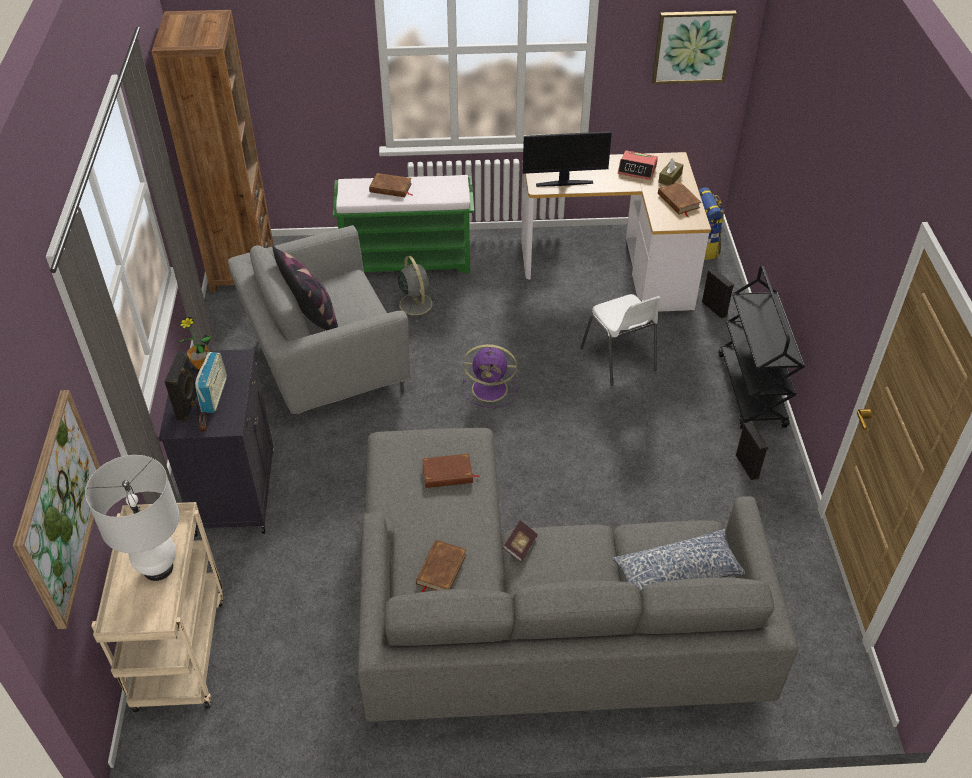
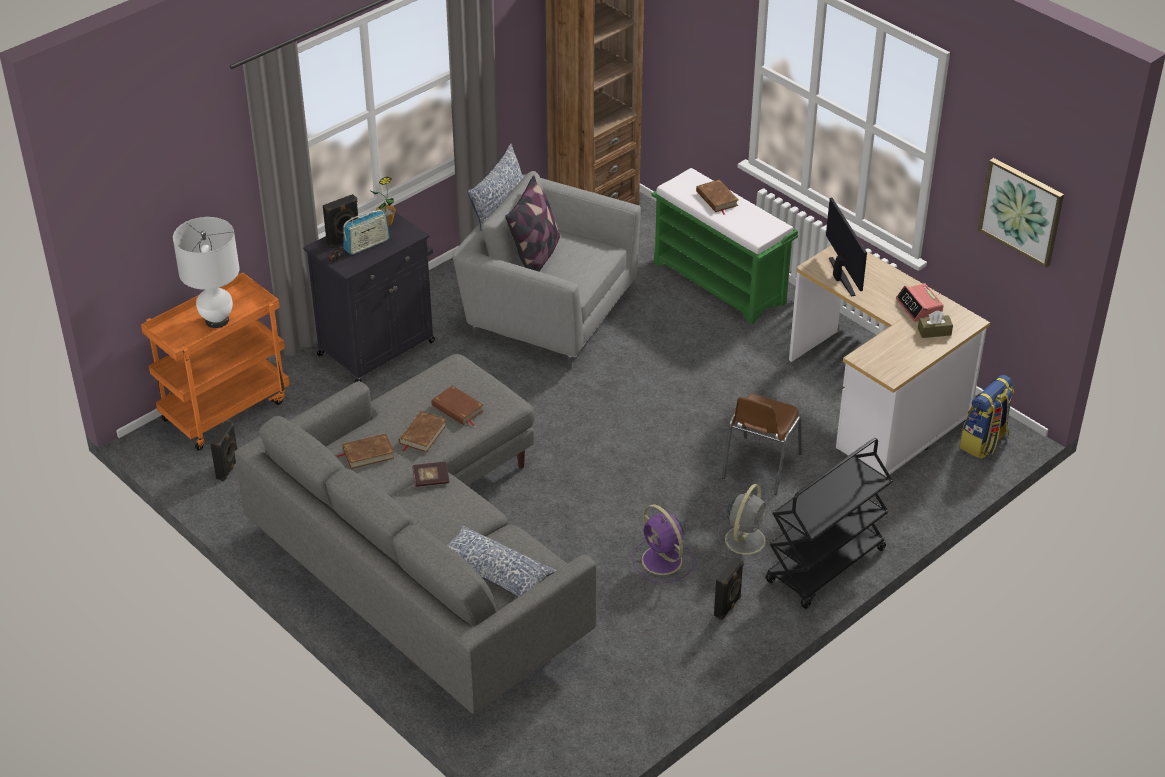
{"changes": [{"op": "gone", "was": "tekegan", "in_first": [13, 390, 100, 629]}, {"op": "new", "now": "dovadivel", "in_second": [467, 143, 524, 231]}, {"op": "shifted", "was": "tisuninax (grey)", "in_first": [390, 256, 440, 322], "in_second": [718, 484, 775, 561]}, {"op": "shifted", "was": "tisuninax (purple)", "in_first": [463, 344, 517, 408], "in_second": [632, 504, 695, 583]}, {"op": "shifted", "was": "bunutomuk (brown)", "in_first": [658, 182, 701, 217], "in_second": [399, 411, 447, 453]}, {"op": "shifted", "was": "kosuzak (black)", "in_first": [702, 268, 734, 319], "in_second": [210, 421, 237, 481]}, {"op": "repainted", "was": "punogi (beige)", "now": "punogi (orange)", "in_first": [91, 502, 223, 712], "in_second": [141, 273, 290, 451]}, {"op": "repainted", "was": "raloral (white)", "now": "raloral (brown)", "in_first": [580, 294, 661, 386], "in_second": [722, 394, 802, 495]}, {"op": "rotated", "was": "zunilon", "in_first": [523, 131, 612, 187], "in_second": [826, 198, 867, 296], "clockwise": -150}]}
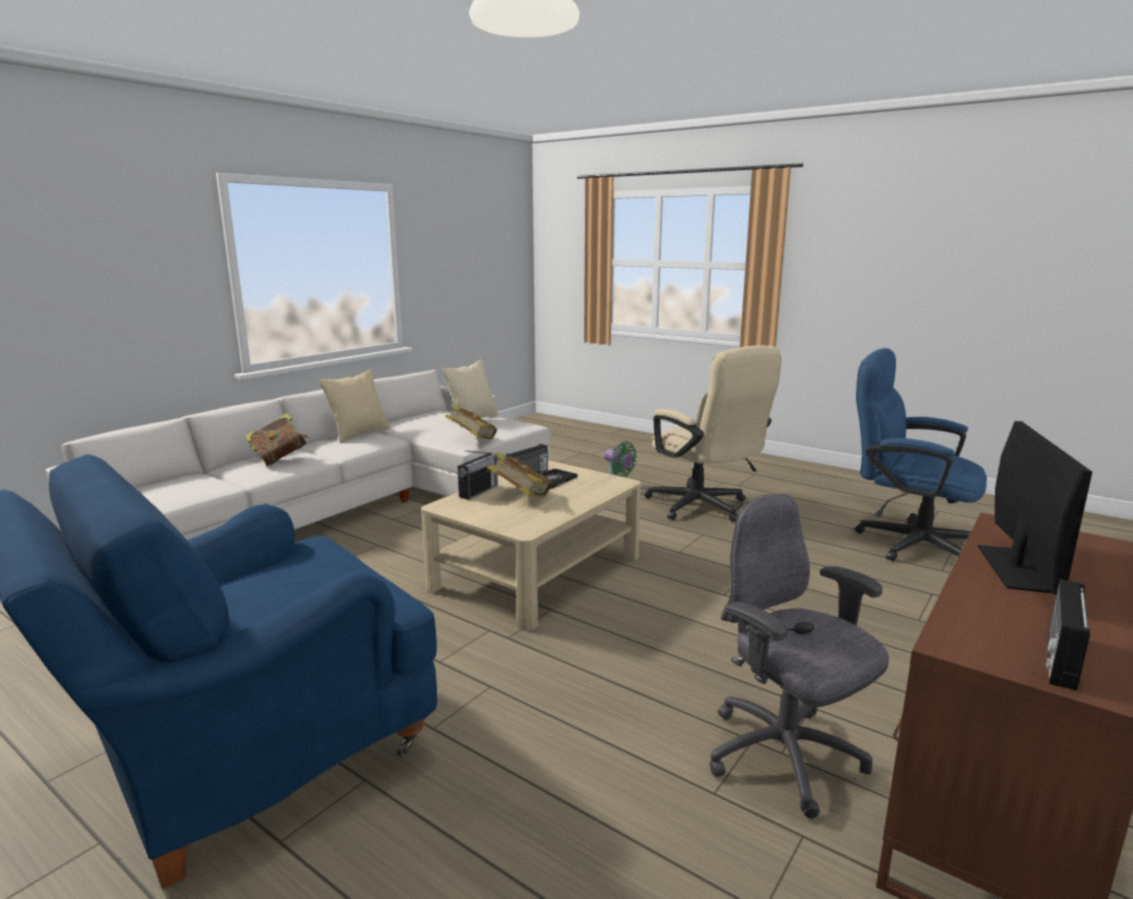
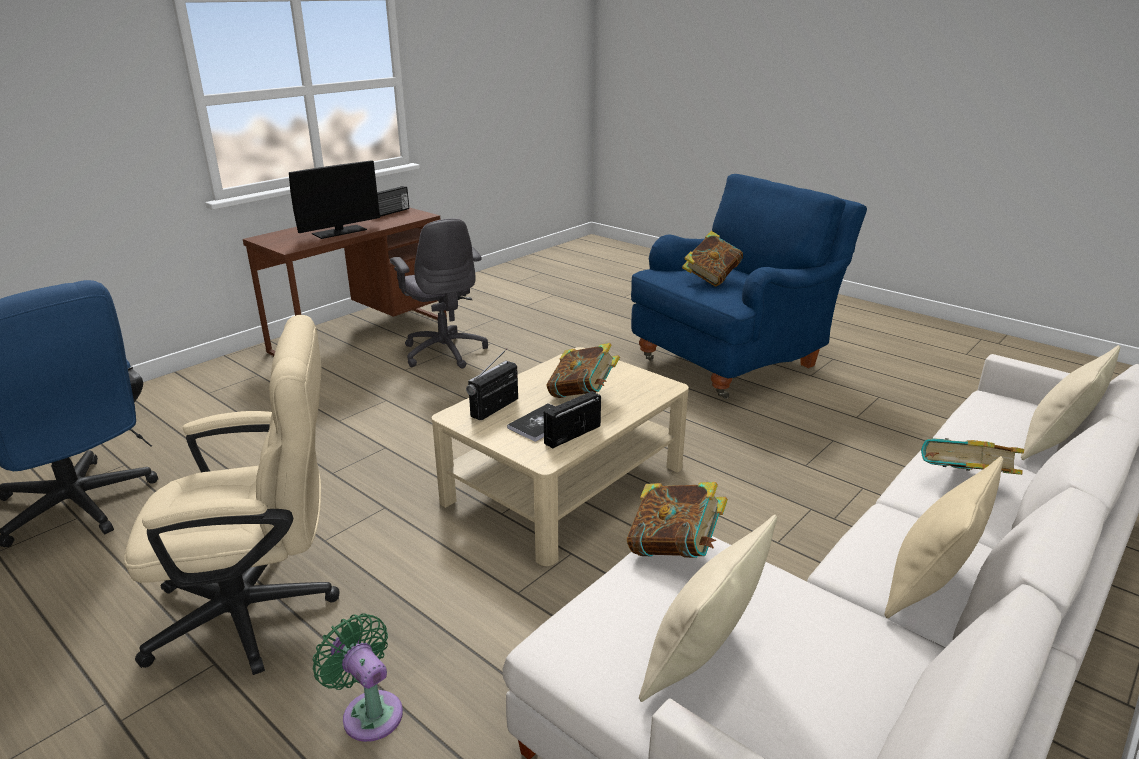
{"changes": [{"op": "new", "now": "bunutomuk", "in_second": [682, 231, 743, 286]}, {"op": "new", "now": "dovadivel (beige)", "in_second": [1021, 345, 1120, 460]}, {"op": "shifted", "was": "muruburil", "in_first": [458, 451, 499, 500], "in_second": [466, 348, 518, 420]}, {"op": "rotated", "was": "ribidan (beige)", "in_first": [644, 345, 781, 522], "in_second": [124, 315, 340, 675], "clockwise": 105}, {"op": "rotated", "was": "zunilon", "in_first": [977, 421, 1092, 595], "in_second": [289, 160, 380, 239], "clockwise": -150}]}
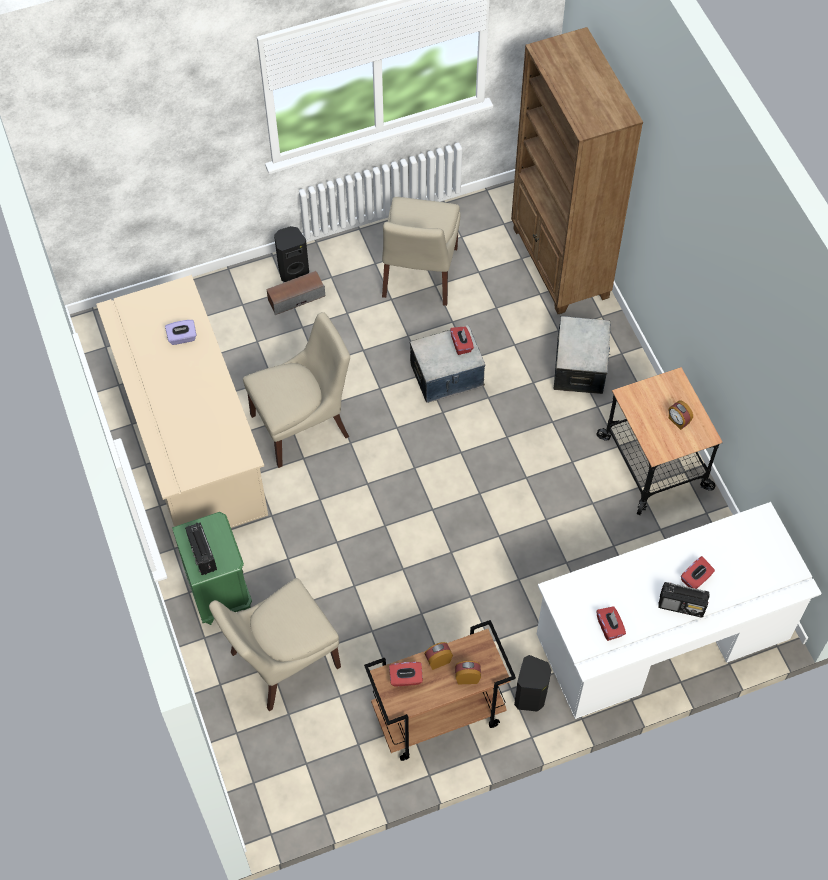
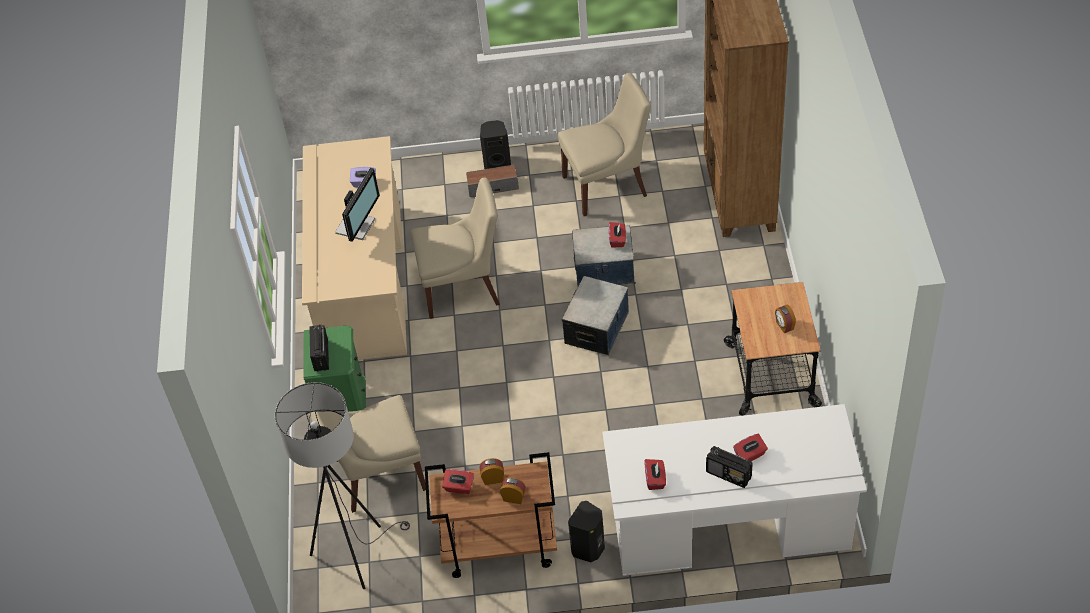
{"changes": [{"op": "new", "now": "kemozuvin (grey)", "in_second": [275, 382, 410, 589]}, {"op": "new", "now": "zunilon", "in_second": [335, 168, 380, 242]}, {"op": "shifted", "was": "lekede", "in_first": [553, 316, 611, 394], "in_second": [562, 276, 629, 355]}, {"op": "rotated", "was": "raloral (beige)", "in_first": [382, 197, 460, 306], "in_second": [558, 73, 651, 216], "clockwise": -135}]}
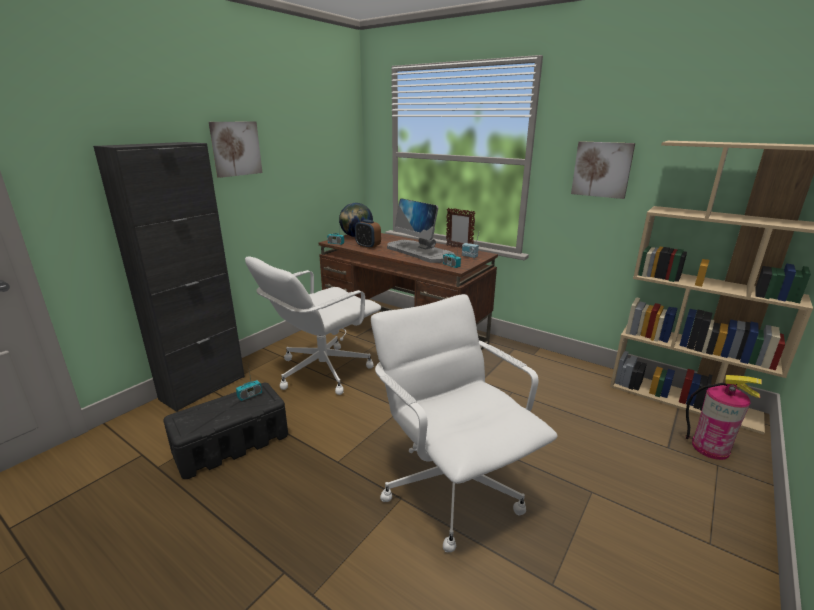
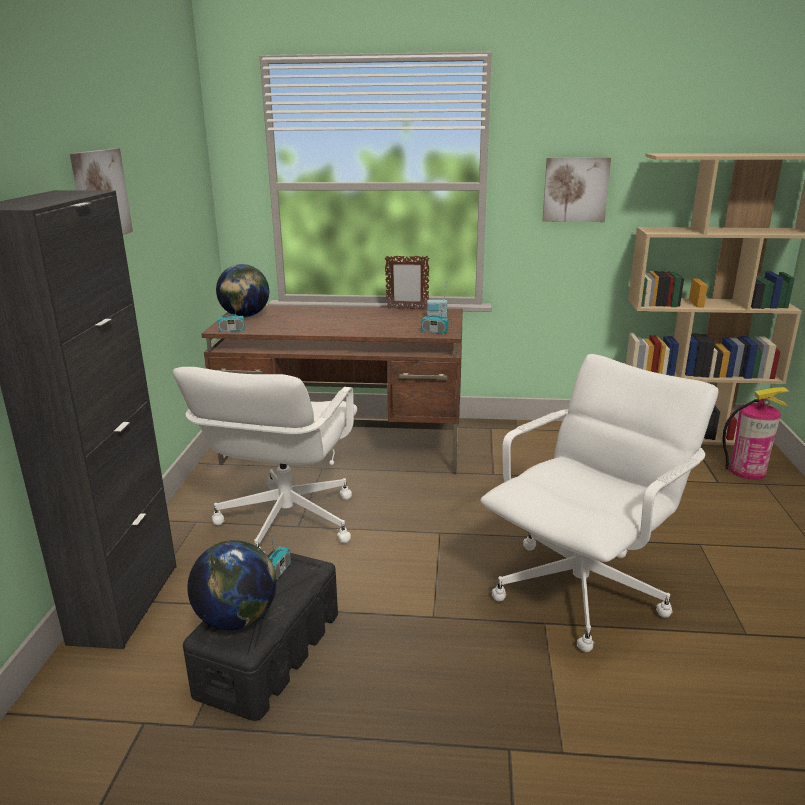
{"changes": [{"op": "gone", "was": "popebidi", "in_first": [355, 219, 381, 249]}, {"op": "gone", "was": "zunilon", "in_first": [387, 198, 455, 263]}, {"op": "new", "now": "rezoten", "in_second": [187, 540, 277, 630]}, {"op": "rotated", "was": "ribidan (white)", "in_first": [371, 294, 558, 553], "in_second": [480, 354, 718, 652], "clockwise": 105}]}
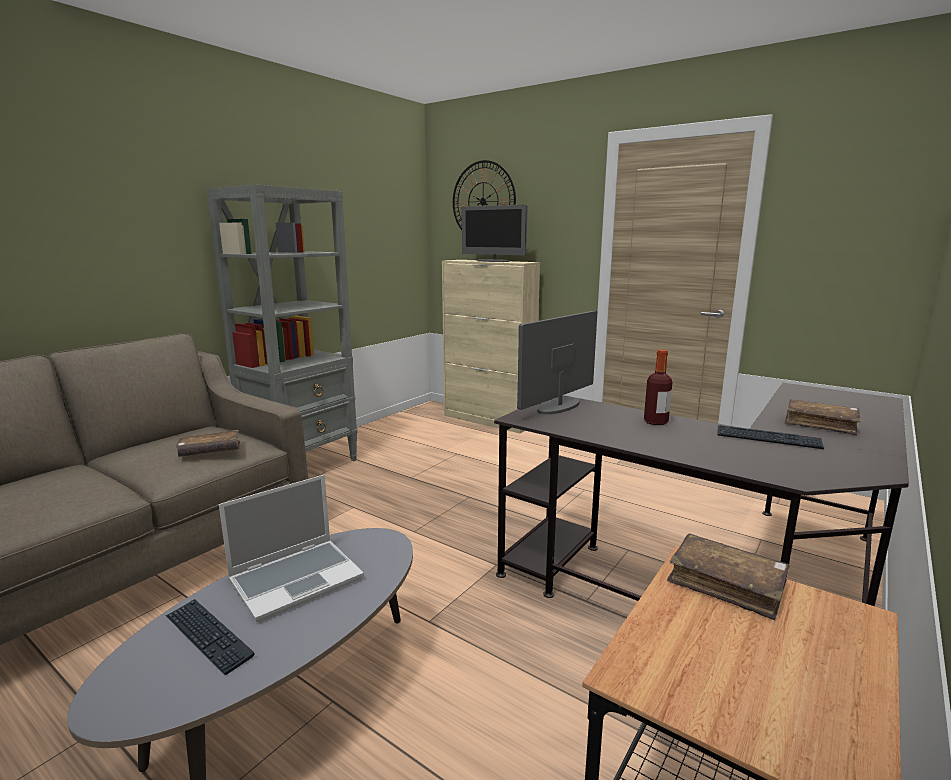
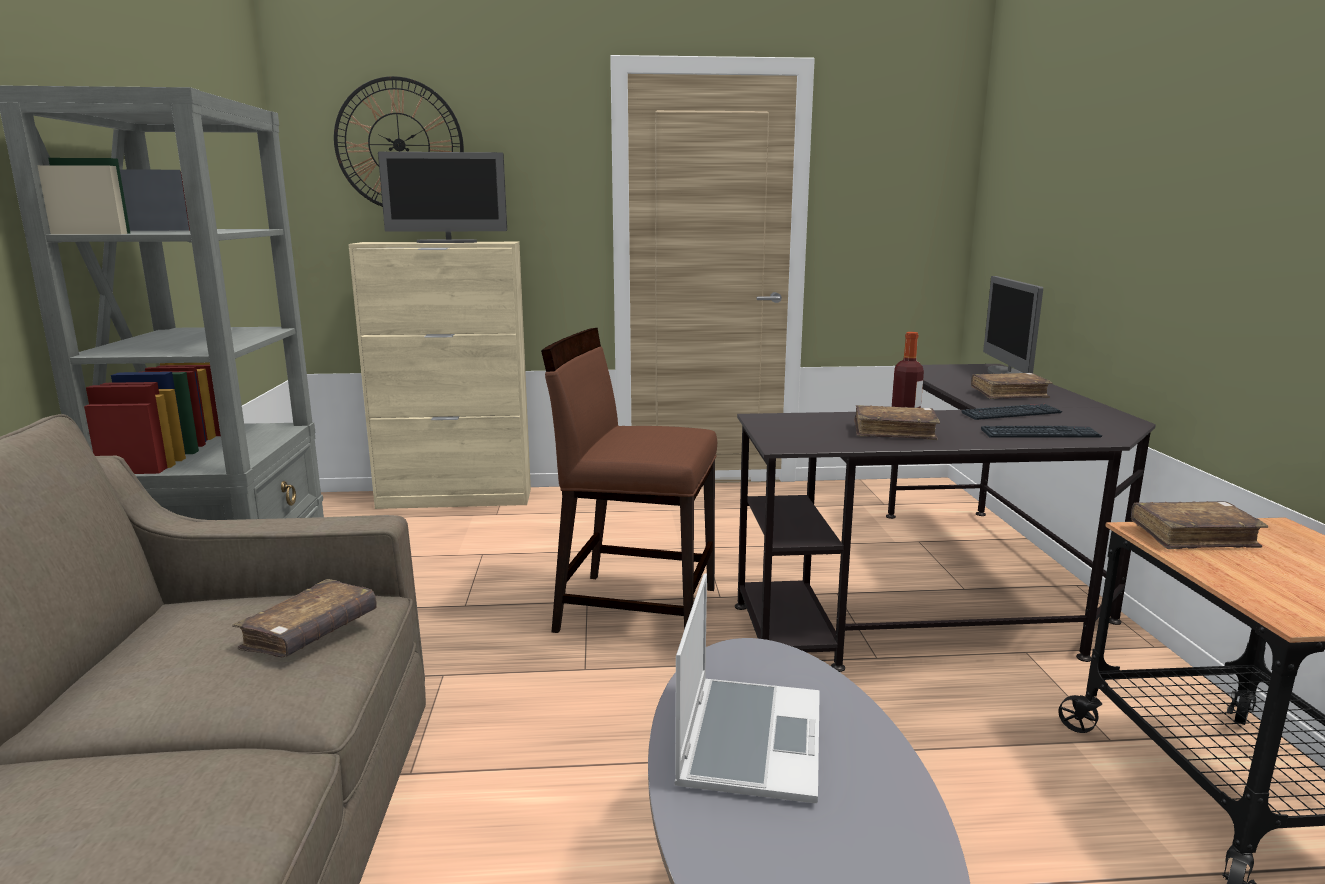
{"changes": [{"op": "new", "now": "raloral (brown)", "in_second": [541, 328, 717, 633]}, {"op": "new", "now": "bunutomuk (brown)", "in_second": [854, 405, 940, 440]}, {"op": "shifted", "was": "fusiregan", "in_first": [165, 599, 255, 675], "in_second": [981, 426, 1102, 438]}, {"op": "shifted", "was": "zunilon", "in_first": [517, 311, 597, 414], "in_second": [983, 276, 1043, 374]}]}
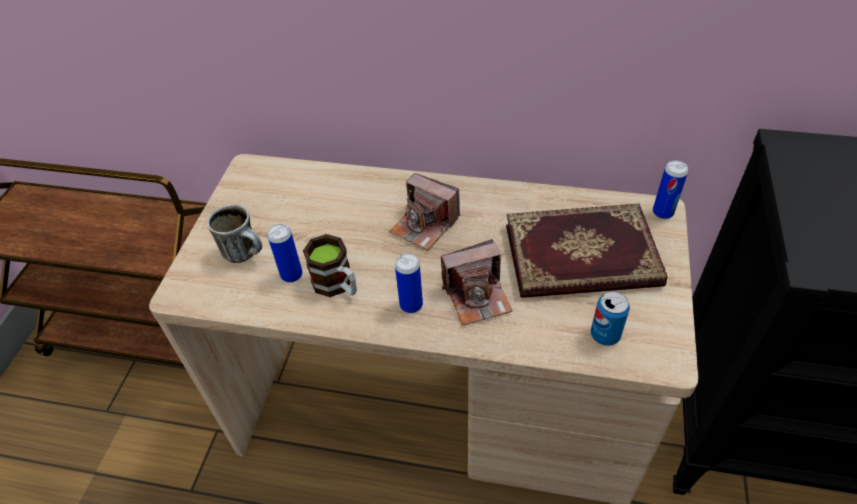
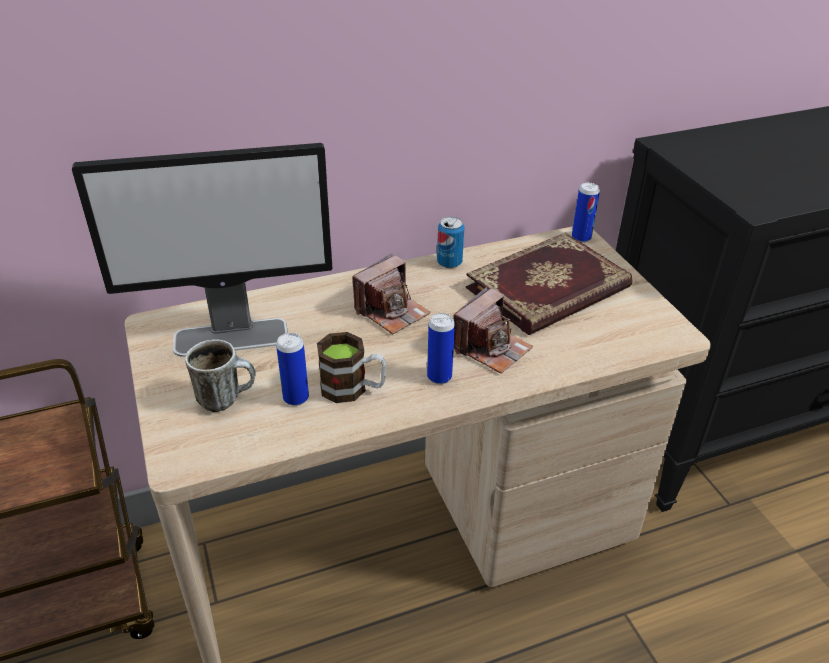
{"changes": [{"op": "new", "now": "zunilon", "in_second": [72, 143, 333, 357]}, {"op": "shifted", "was": "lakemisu", "in_first": [591, 291, 630, 346], "in_second": [437, 217, 464, 268]}, {"op": "rotated", "was": "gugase", "in_first": [389, 173, 460, 251], "in_second": [352, 254, 431, 334], "clockwise": -45}]}
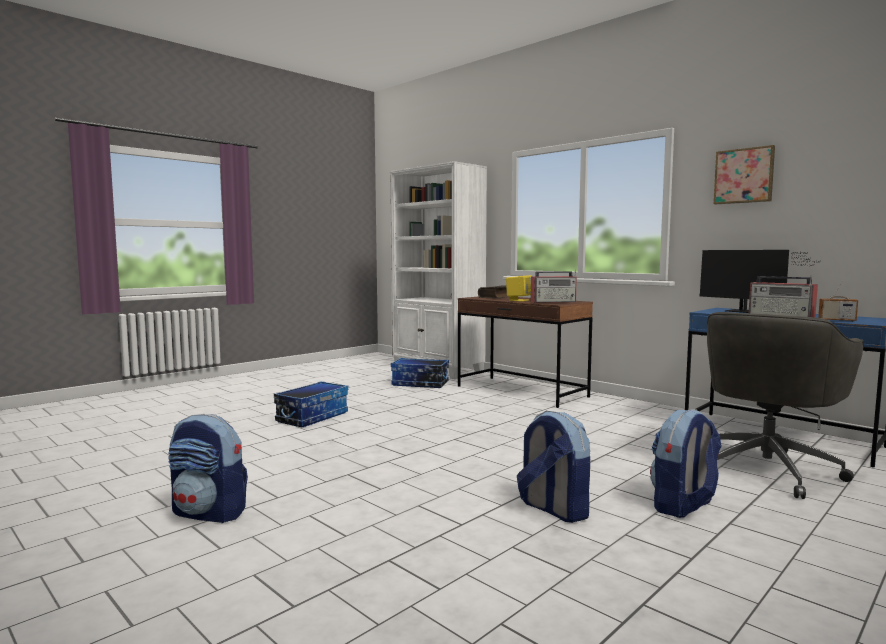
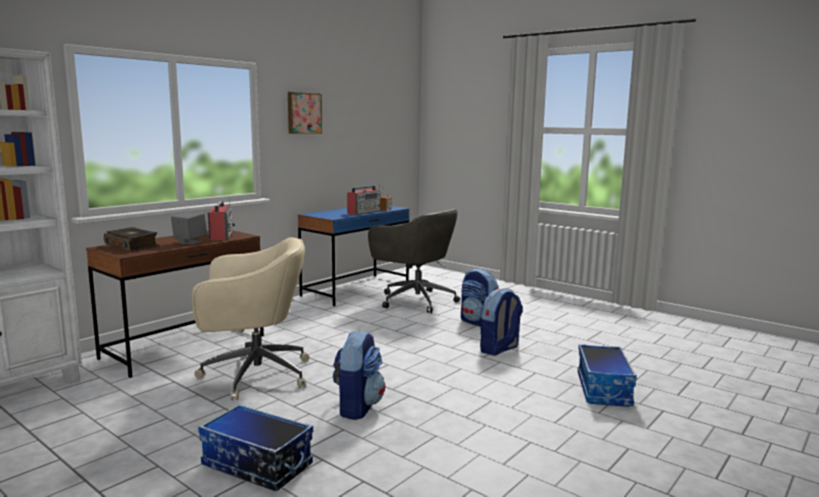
{"changes": [{"op": "gone", "was": "zunilon", "in_first": [699, 250, 819, 313]}, {"op": "new", "now": "ribidan (beige)", "in_second": [192, 237, 309, 400]}, {"op": "shifted", "was": "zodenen", "in_first": [168, 414, 248, 523], "in_second": [333, 330, 386, 420]}, {"op": "shifted", "was": "lekede", "in_first": [391, 358, 449, 388], "in_second": [578, 344, 637, 407]}, {"op": "repainted", "was": "kosuzak (yellow)", "now": "kosuzak (grey)", "in_first": [506, 275, 531, 301], "in_second": [171, 211, 207, 245]}]}
